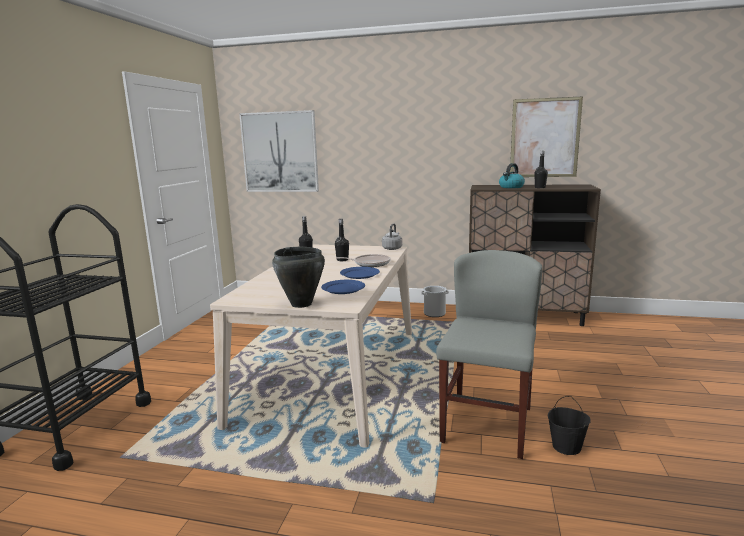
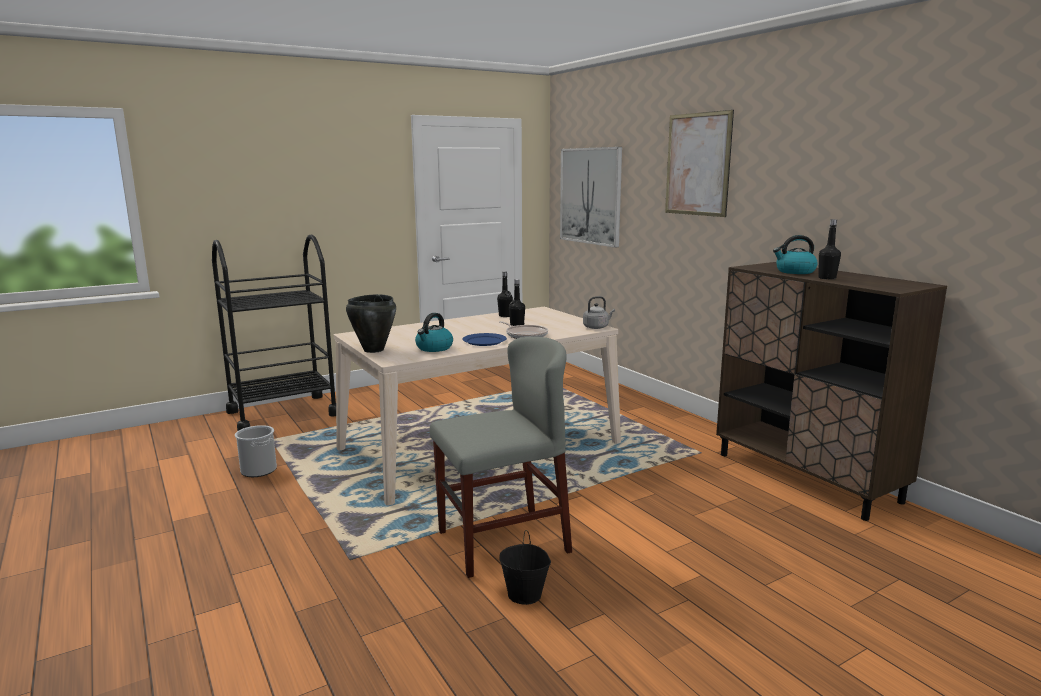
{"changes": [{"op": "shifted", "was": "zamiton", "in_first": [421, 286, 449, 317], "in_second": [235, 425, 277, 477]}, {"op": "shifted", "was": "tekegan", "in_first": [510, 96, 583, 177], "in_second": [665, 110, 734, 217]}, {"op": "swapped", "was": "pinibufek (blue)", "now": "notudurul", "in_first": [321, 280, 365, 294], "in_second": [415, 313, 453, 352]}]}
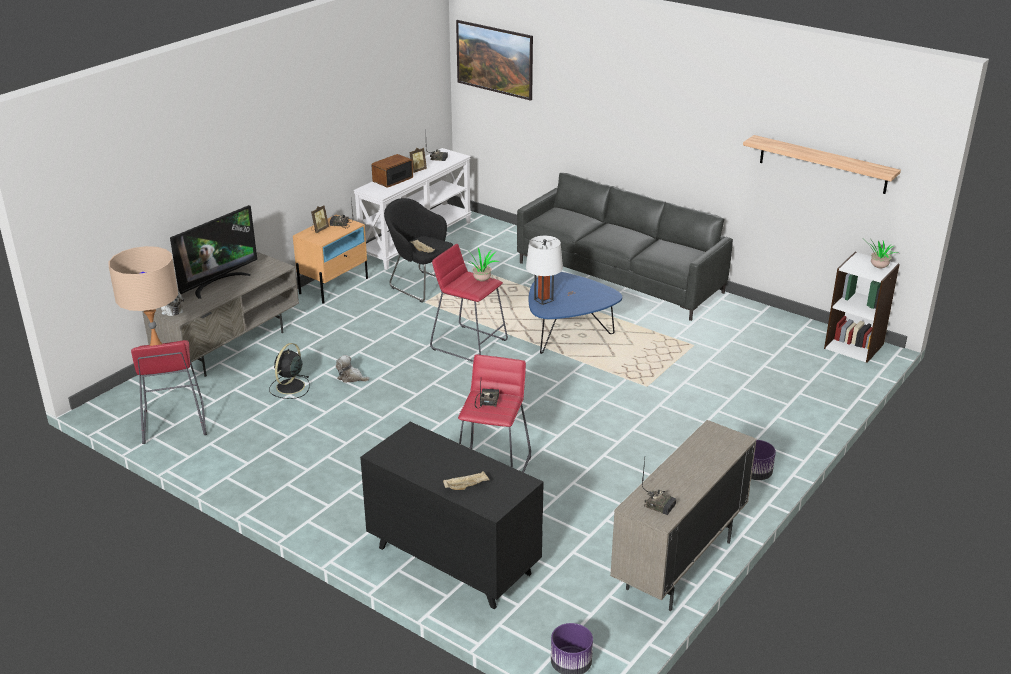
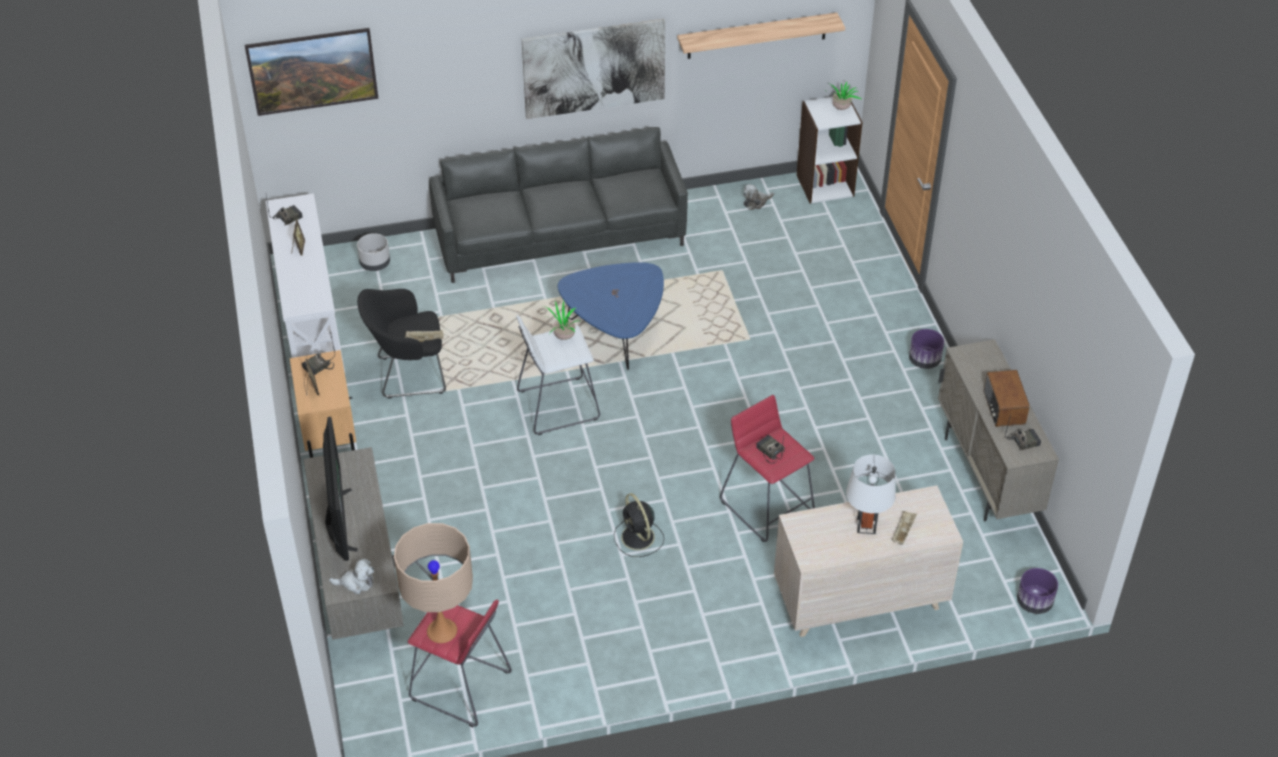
{"changes": [{"op": "new", "now": "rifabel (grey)", "in_second": [357, 233, 390, 271]}, {"op": "new", "now": "tekegan", "in_second": [522, 19, 666, 119]}, {"op": "shifted", "was": "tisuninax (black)", "in_first": [269, 343, 310, 399], "in_second": [614, 493, 664, 557]}, {"op": "shifted", "was": "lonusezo", "in_first": [336, 355, 369, 383], "in_second": [743, 184, 774, 210]}, {"op": "shifted", "was": "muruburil", "in_first": [372, 154, 413, 188], "in_second": [984, 370, 1030, 427]}, {"op": "shifted", "was": "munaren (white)", "in_first": [526, 236, 563, 305], "in_second": [846, 454, 896, 534]}, {"op": "repainted", "was": "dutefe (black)", "now": "dutefe (beige)", "in_first": [360, 422, 544, 610], "in_second": [774, 485, 963, 637]}, {"op": "repainted", "was": "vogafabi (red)", "now": "vogafabi (white)", "in_first": [430, 244, 508, 362], "in_second": [516, 315, 600, 435]}]}
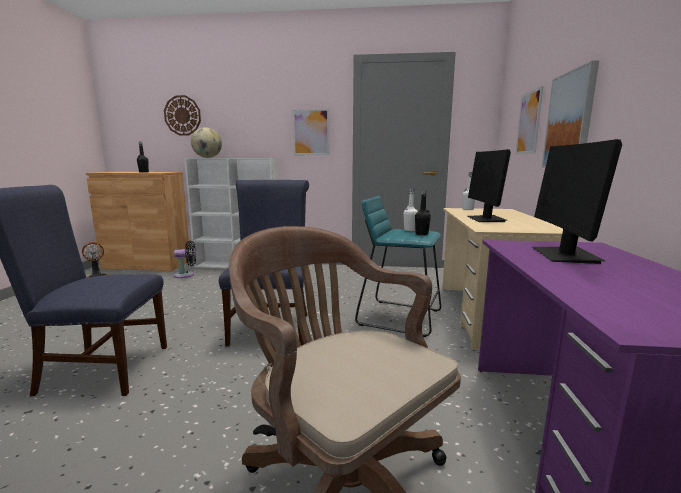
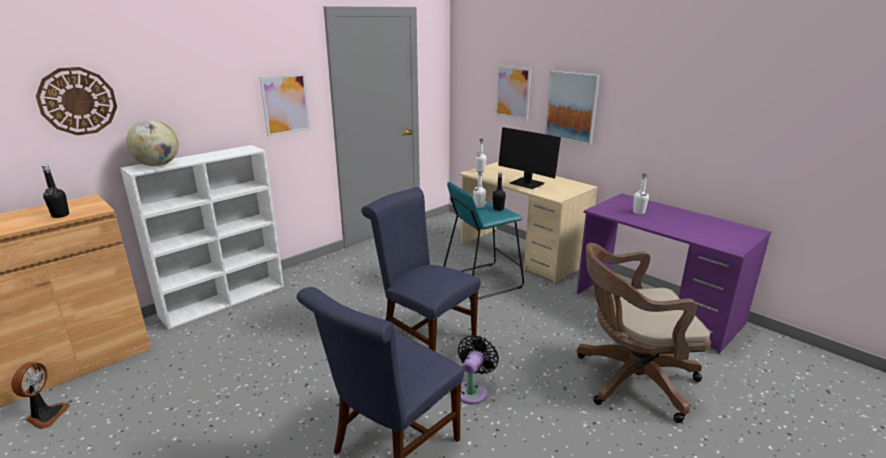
{"changes": [{"op": "shifted", "was": "tisuninax (black)", "in_first": [174, 240, 196, 278], "in_second": [458, 335, 499, 404]}, {"op": "swapped", "was": "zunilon", "now": "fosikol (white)", "in_first": [532, 139, 622, 264], "in_second": [633, 172, 649, 214]}]}
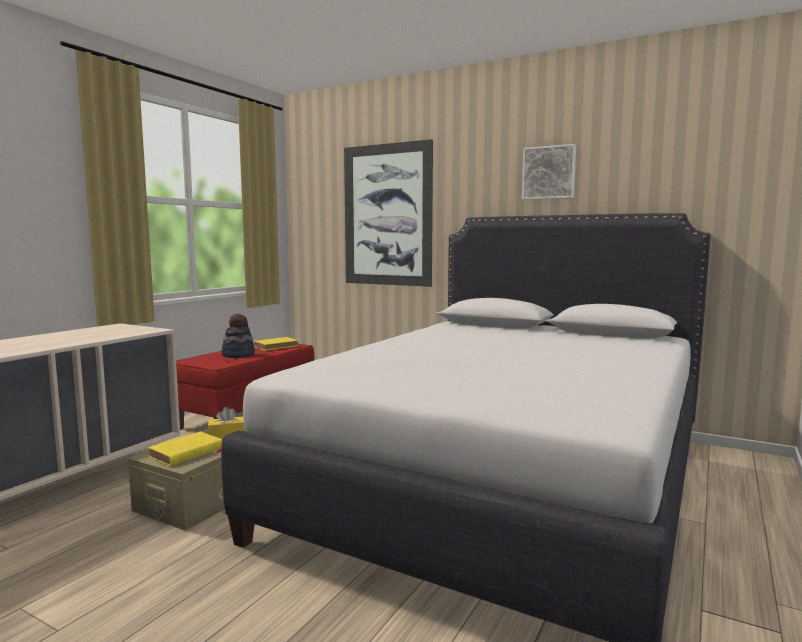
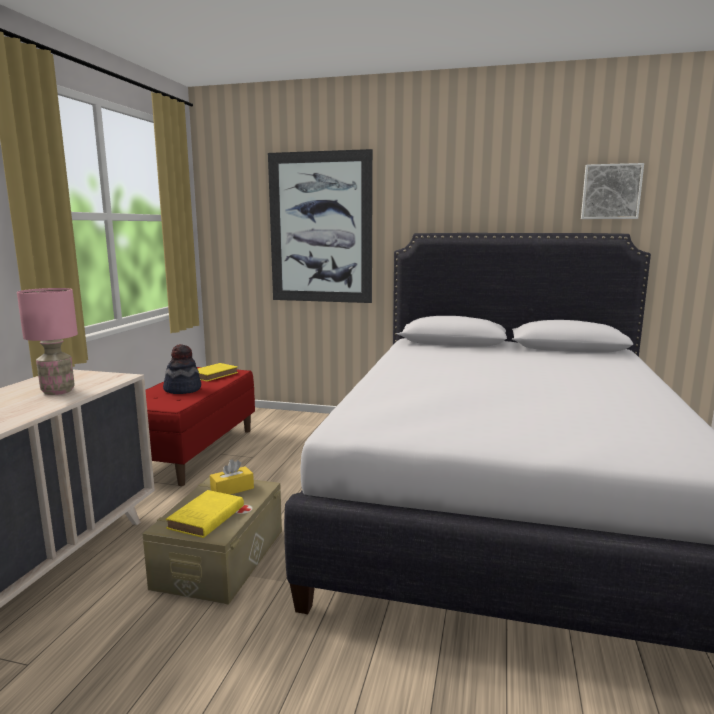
{"changes": [{"op": "new", "now": "munaren (pink)", "in_second": [17, 288, 78, 395]}, {"op": "shifted", "was": "tekegan", "in_first": [522, 144, 576, 200], "in_second": [581, 163, 644, 219]}]}
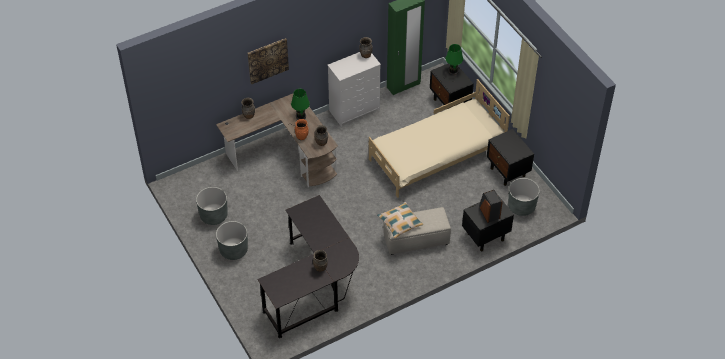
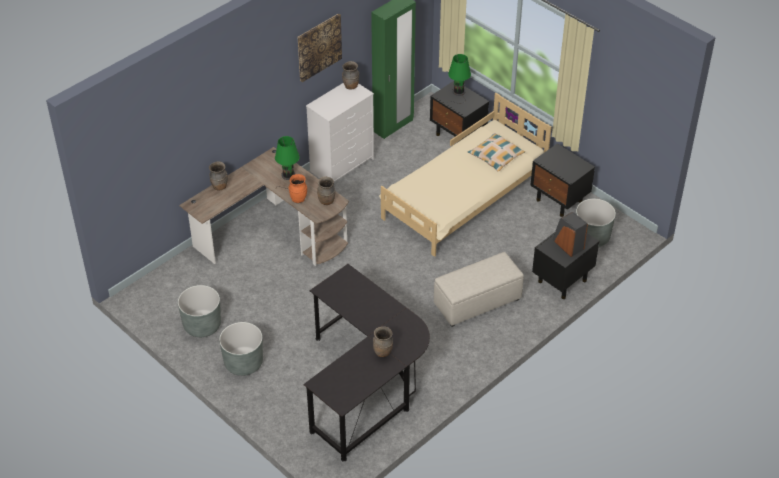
{"changes": [{"op": "shifted", "was": "tekegan", "in_first": [248, 38, 289, 84], "in_second": [298, 13, 342, 82]}, {"op": "shifted", "was": "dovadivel", "in_first": [377, 202, 423, 238], "in_second": [468, 133, 525, 172]}]}
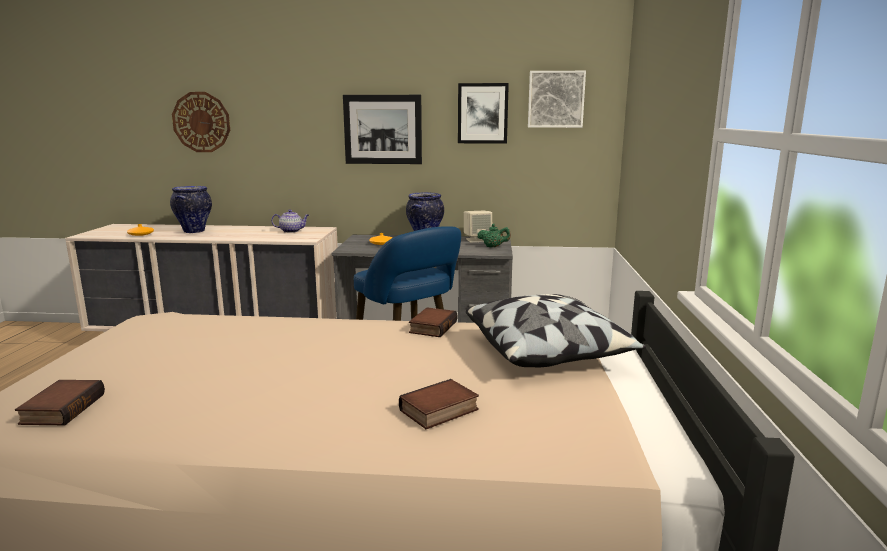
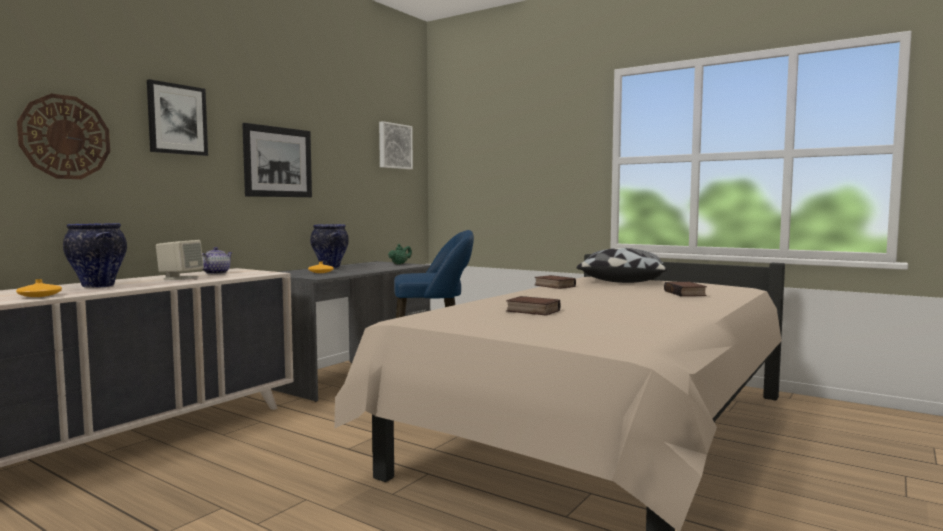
{"changes": [{"op": "shifted", "was": "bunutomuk", "in_first": [15, 380, 105, 425], "in_second": [506, 296, 561, 316]}, {"op": "shifted", "was": "tekegan", "in_first": [458, 83, 509, 144], "in_second": [147, 79, 208, 156]}, {"op": "shifted", "was": "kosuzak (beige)", "in_first": [464, 211, 492, 243], "in_second": [156, 240, 204, 280]}]}
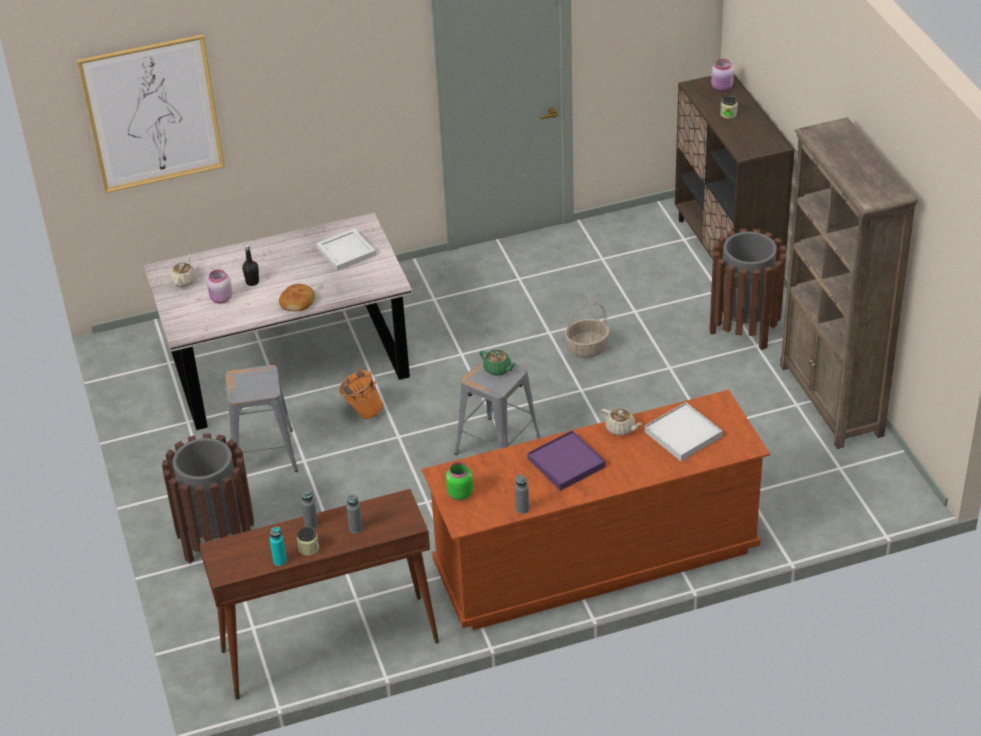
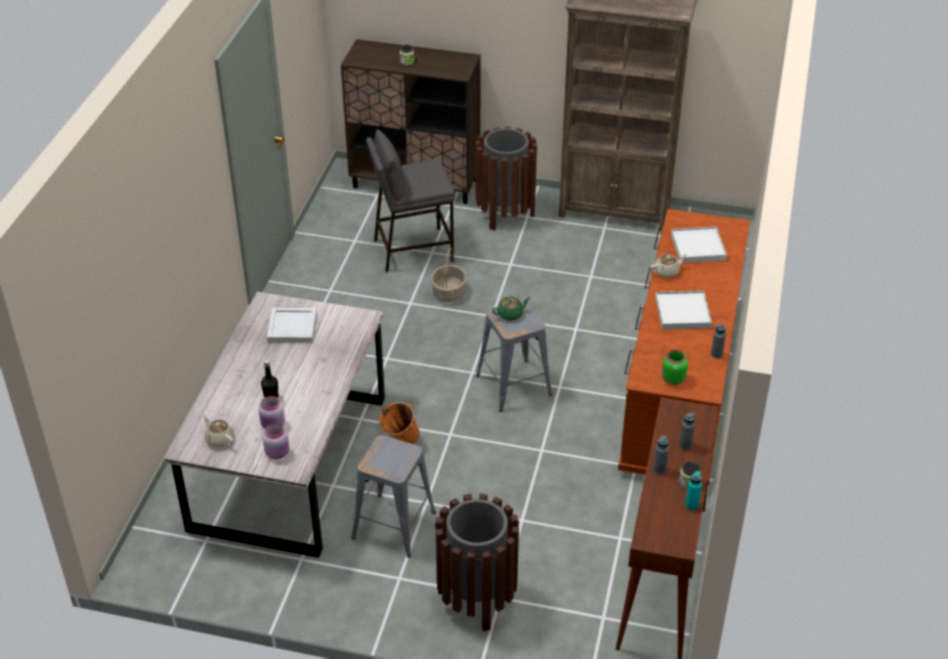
{"changes": [{"op": "gone", "was": "tekegan", "in_first": [77, 34, 225, 193]}, {"op": "gone", "was": "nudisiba", "in_first": [279, 284, 315, 311]}, {"op": "new", "now": "vogafabi (grey)", "in_second": [366, 129, 455, 272]}, {"op": "shifted", "was": "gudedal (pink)", "in_first": [711, 59, 734, 92], "in_second": [262, 423, 289, 459]}, {"op": "repainted", "was": "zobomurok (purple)", "now": "zobomurok (white)", "in_first": [527, 430, 606, 491], "in_second": [655, 291, 712, 330]}]}
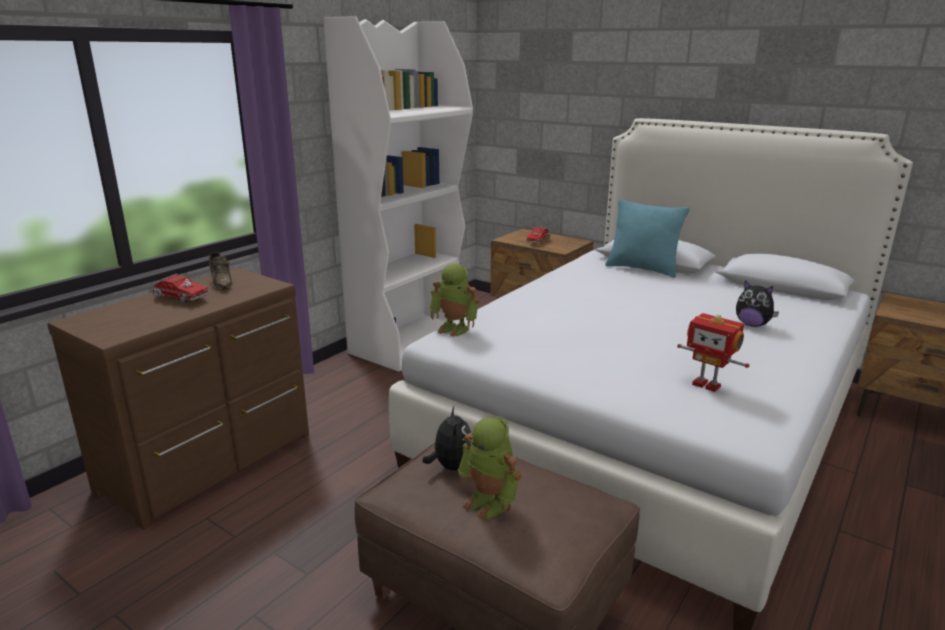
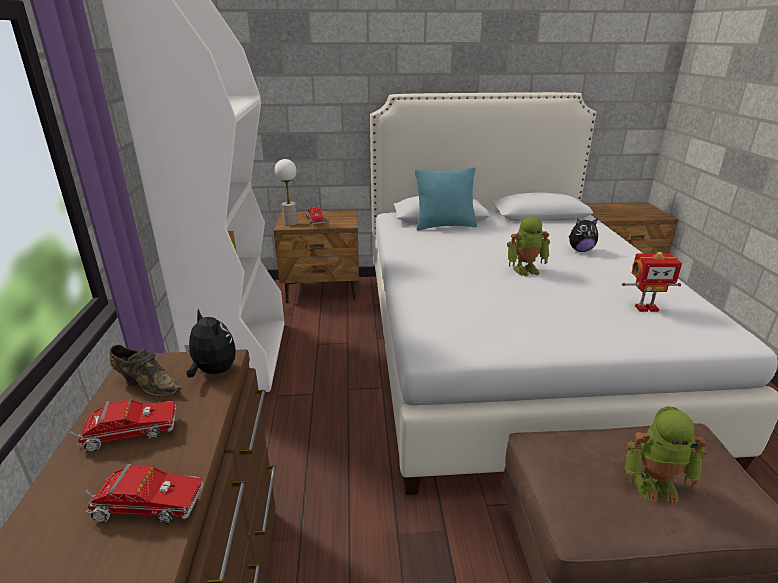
{"changes": [{"op": "new", "now": "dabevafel", "in_second": [84, 464, 203, 524]}, {"op": "new", "now": "munaren", "in_second": [275, 159, 297, 226]}, {"op": "shifted", "was": "lonusezo", "in_first": [423, 406, 471, 470], "in_second": [185, 309, 236, 377]}, {"op": "shifted", "was": "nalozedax", "in_first": [429, 264, 480, 337], "in_second": [507, 216, 550, 277]}]}
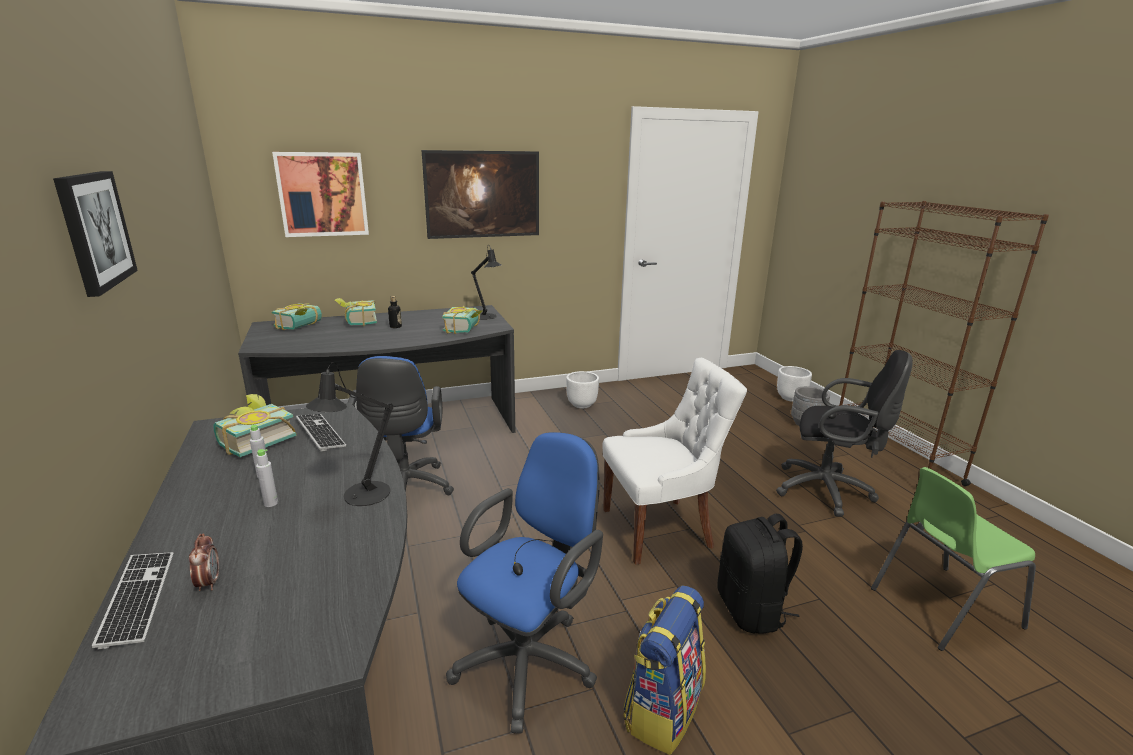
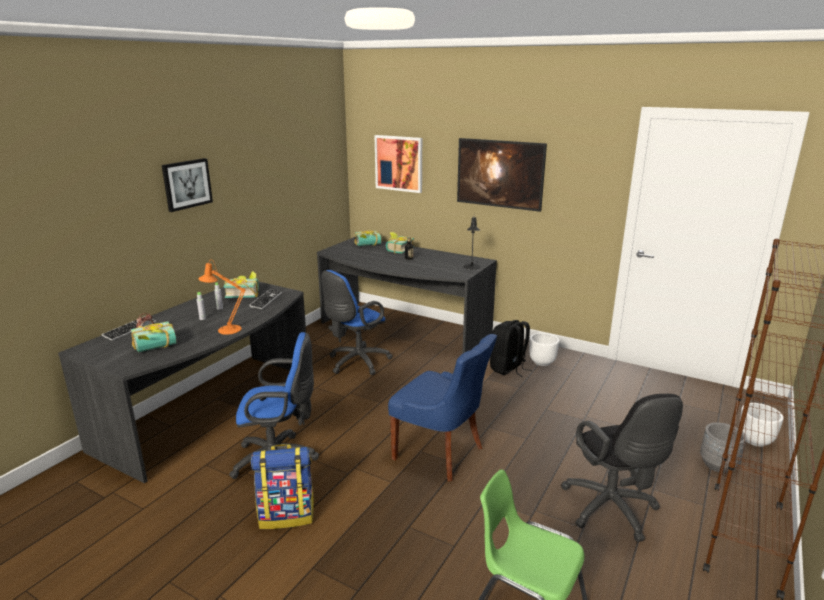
{"changes": [{"op": "shifted", "was": "bunutomuk", "in_first": [442, 306, 482, 334], "in_second": [131, 321, 176, 353]}, {"op": "shifted", "was": "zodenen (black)", "in_first": [717, 514, 803, 633], "in_second": [490, 320, 532, 377]}, {"op": "repainted", "was": "munaren (black)", "now": "munaren (orange)", "in_first": [306, 362, 393, 506], "in_second": [199, 261, 246, 335]}, {"op": "repainted", "was": "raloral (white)", "now": "raloral (blue)", "in_first": [602, 358, 747, 565], "in_second": [388, 334, 497, 481]}]}
